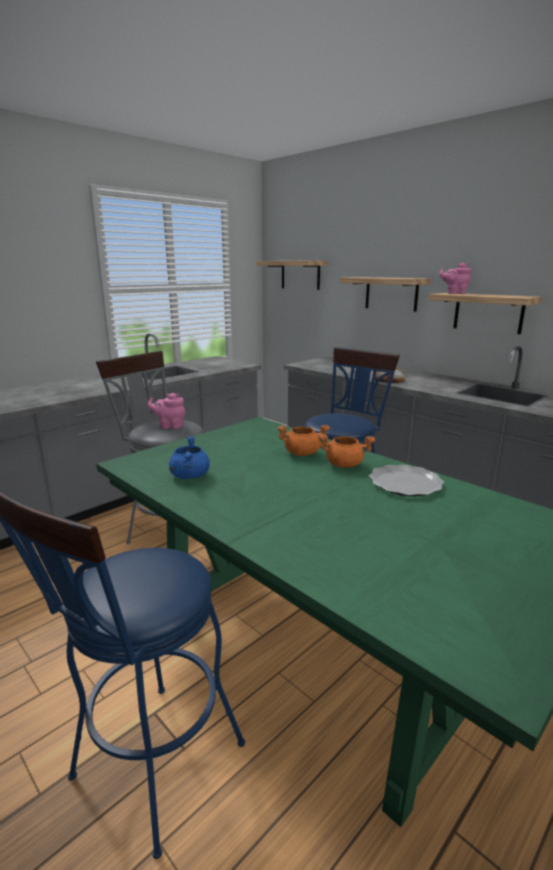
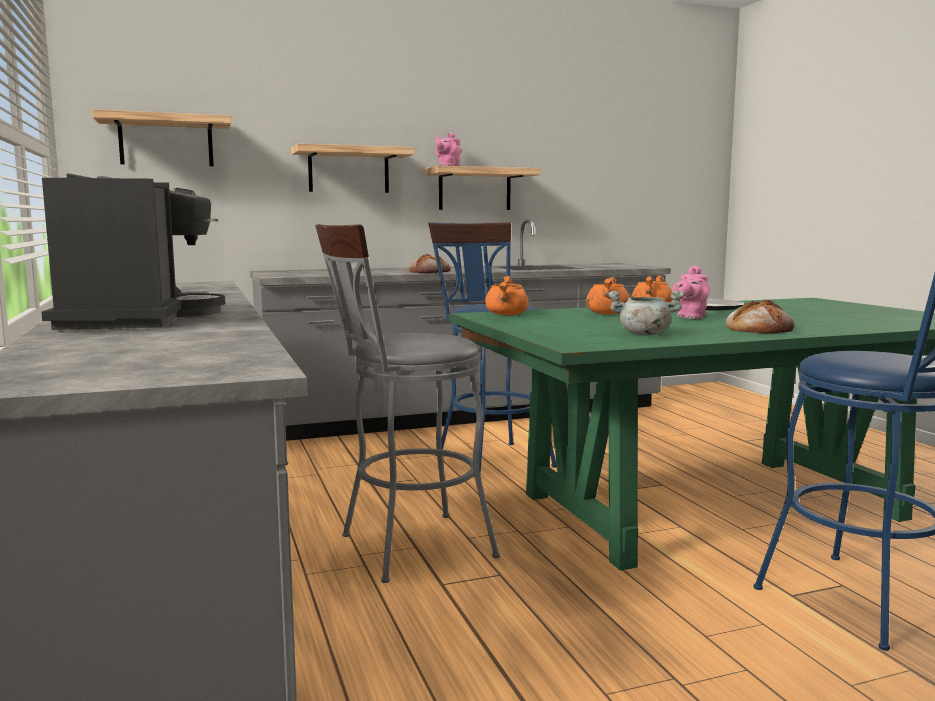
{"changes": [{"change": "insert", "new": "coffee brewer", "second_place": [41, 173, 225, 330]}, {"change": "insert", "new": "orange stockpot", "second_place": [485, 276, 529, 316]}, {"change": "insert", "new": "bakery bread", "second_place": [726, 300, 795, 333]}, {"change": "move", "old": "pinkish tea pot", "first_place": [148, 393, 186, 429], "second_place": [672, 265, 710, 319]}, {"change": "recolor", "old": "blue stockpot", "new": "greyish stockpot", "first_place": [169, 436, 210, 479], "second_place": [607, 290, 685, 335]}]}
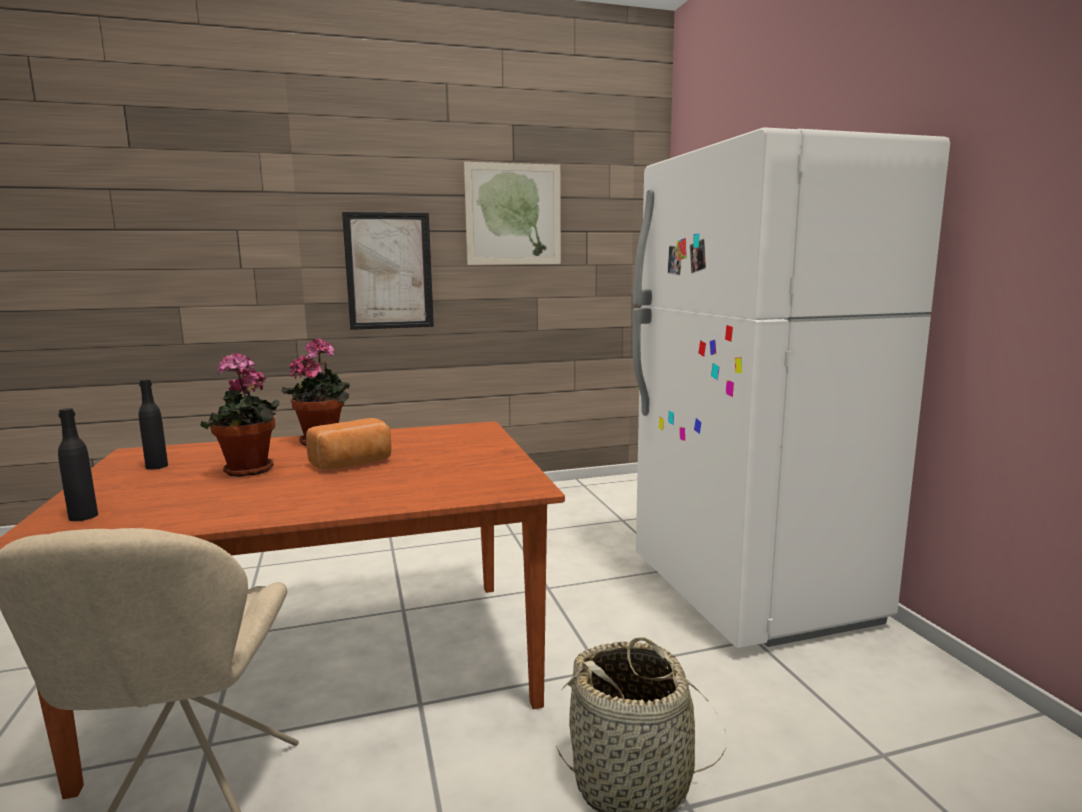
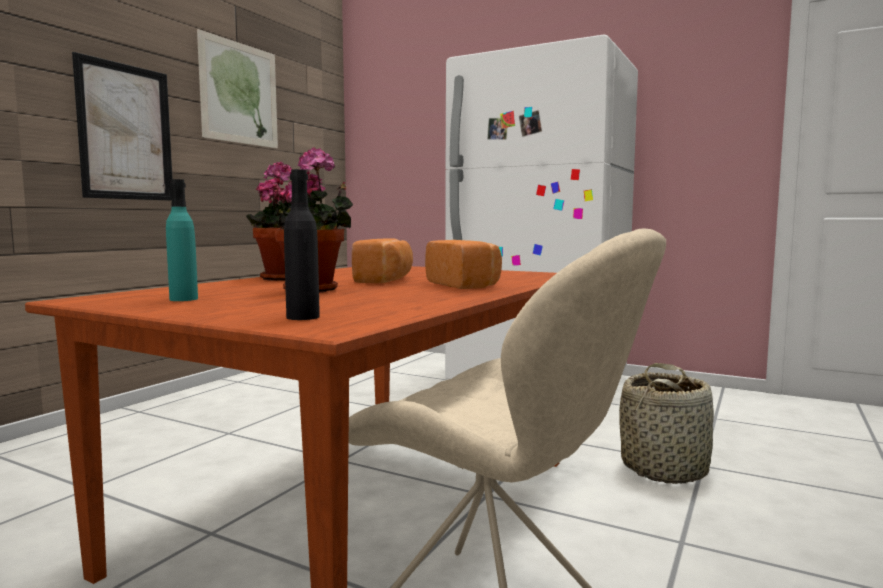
{"changes": [{"change": "insert", "new": "bakery bread", "second_place": [425, 240, 502, 289]}, {"change": "recolor", "old": "black-coloured drink bottle", "new": "turquoise drink bottle", "first_place": [139, 379, 168, 470], "second_place": [166, 179, 198, 301]}]}
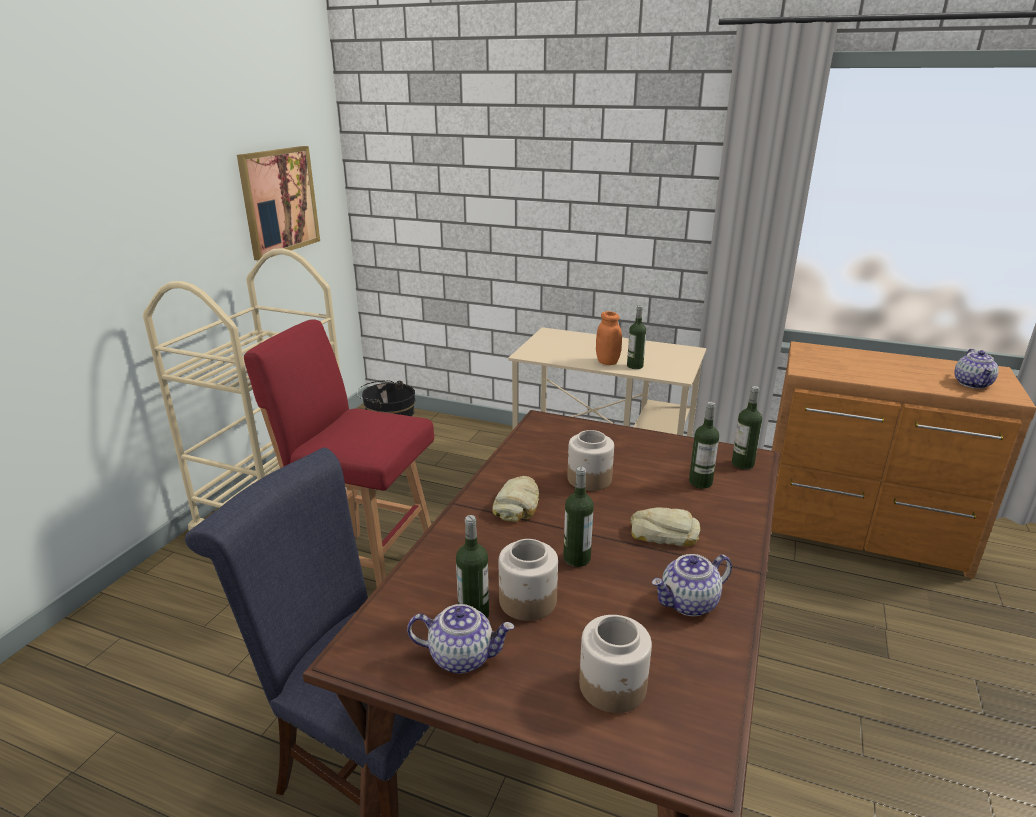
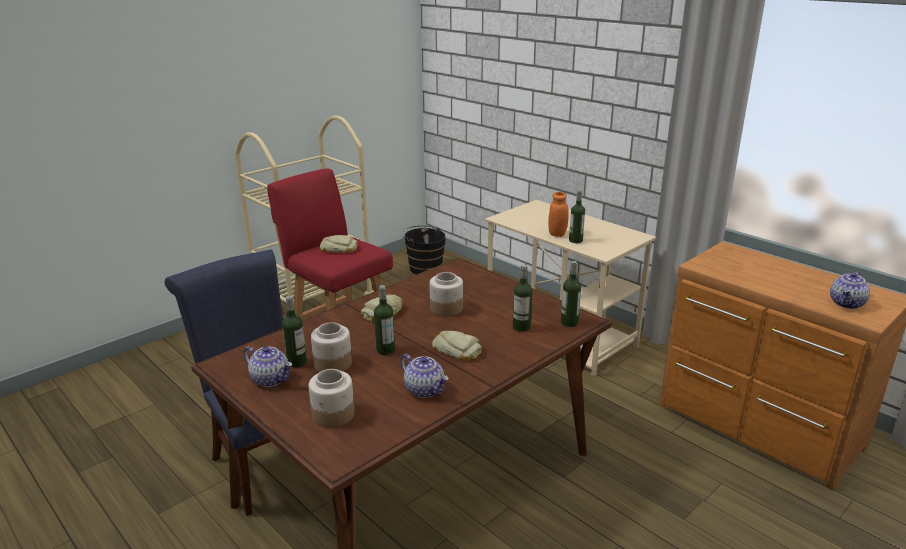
{"changes": [{"change": "delete", "old": "wall picture", "first_place": [237, 146, 320, 261]}, {"change": "insert", "new": "bakery bread", "second_place": [320, 235, 358, 253]}, {"change": "rotate", "old": "tea pot", "first_place": [651, 554, 732, 616], "second_place": [400, 354, 448, 398], "degrees": -135}]}
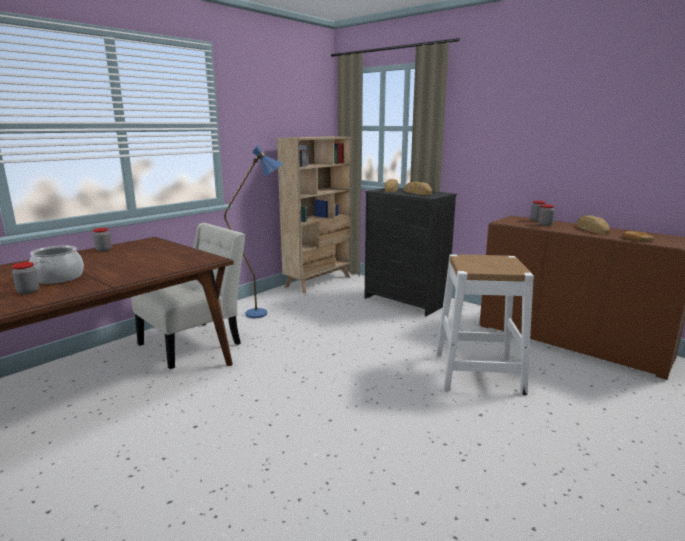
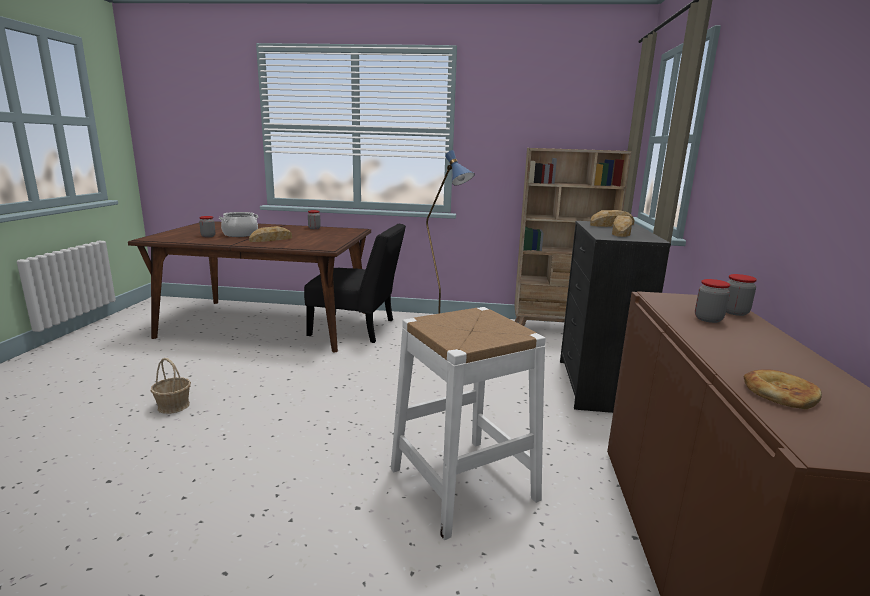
{"changes": [{"change": "insert", "new": "basket", "second_place": [151, 358, 191, 414]}, {"change": "move", "old": "bakery bread", "first_place": [577, 216, 610, 235], "second_place": [249, 226, 292, 242]}, {"change": "recolor", "old": "white plain chair", "new": "black-coloured plain chair", "first_place": [131, 223, 245, 369], "second_place": [304, 224, 406, 343]}]}
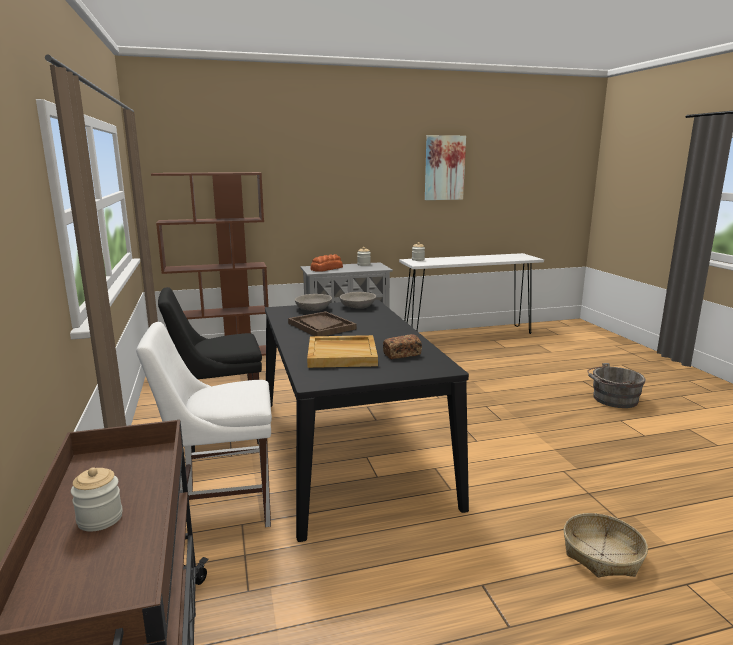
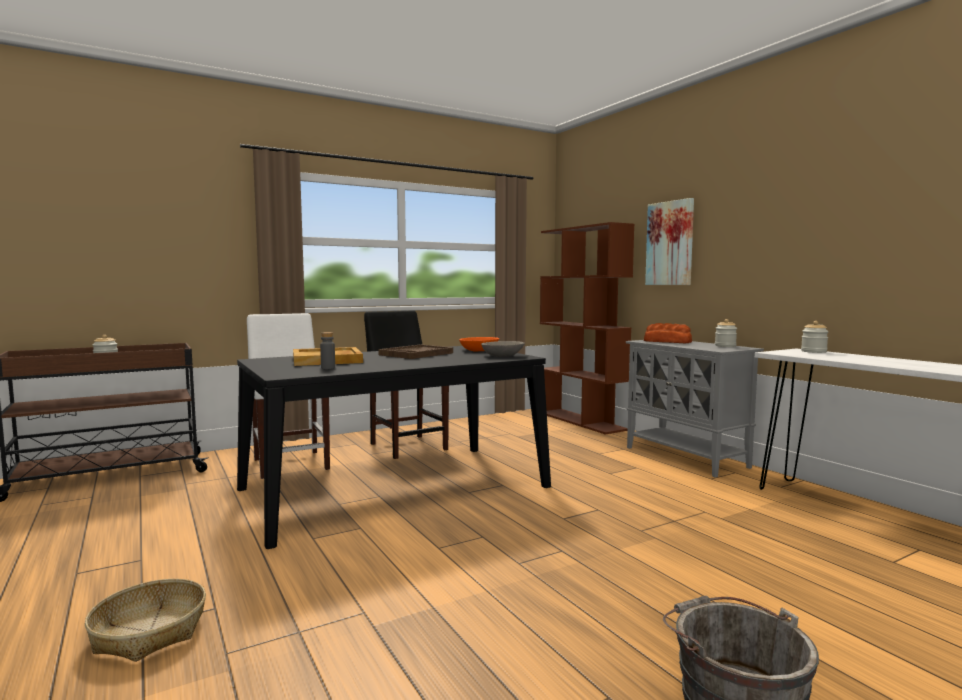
{"changes": [{"change": "move", "old": "wall picture", "first_place": [425, 135, 466, 200], "second_place": [645, 198, 694, 285]}, {"change": "replace", "old": "bakery bread", "new": "greyish drink bottle", "first_place": [383, 334, 422, 359], "second_place": [320, 332, 335, 369]}, {"change": "recolor", "old": "greyish serving bowl", "new": "orange serving bowl", "first_place": [295, 294, 332, 311], "second_place": [459, 337, 499, 351]}]}
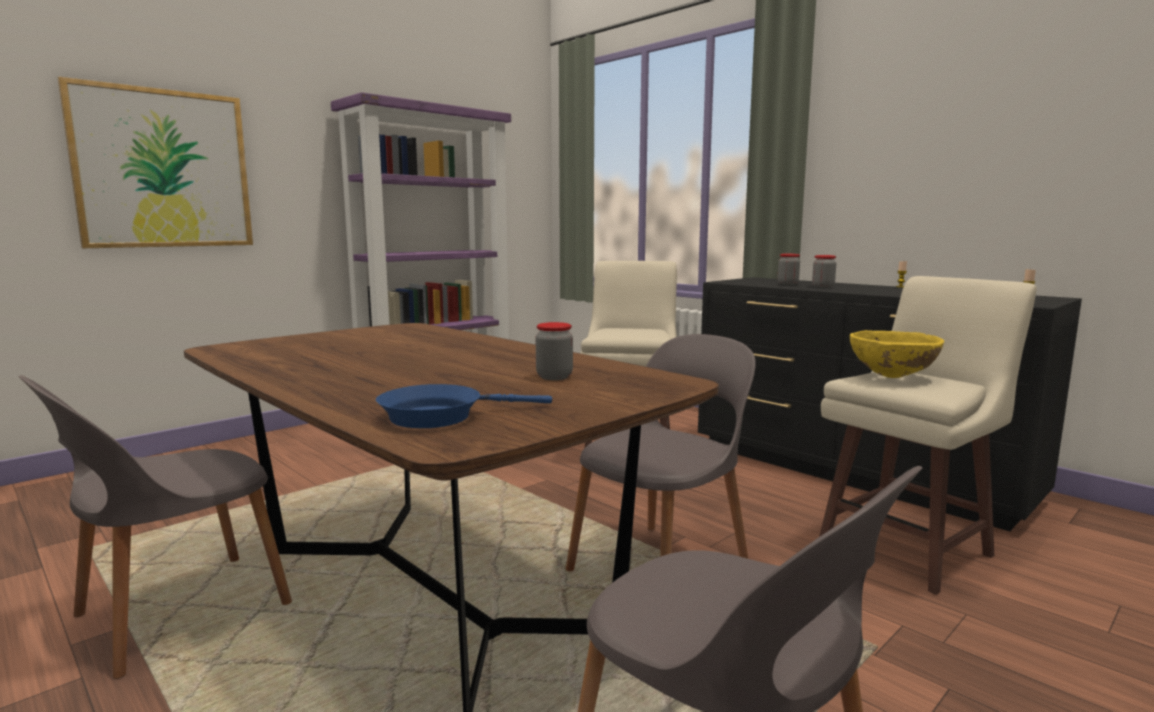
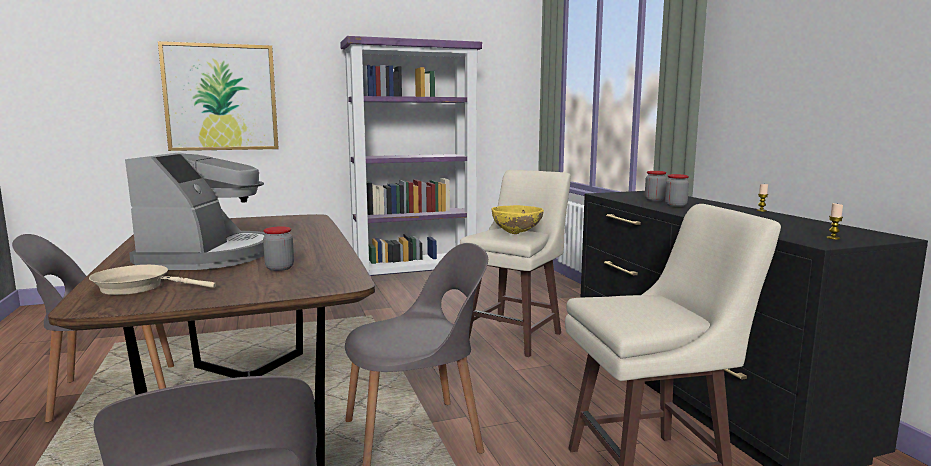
{"changes": [{"change": "insert", "new": "coffee brewer", "second_place": [125, 152, 266, 270]}, {"change": "move", "old": "yellow-coloured serving bowl", "first_place": [850, 330, 944, 378], "second_place": [491, 205, 544, 234]}, {"change": "recolor", "old": "blue skillet", "new": "beige-coloured skillet", "first_place": [376, 384, 552, 428], "second_place": [89, 265, 216, 295]}]}
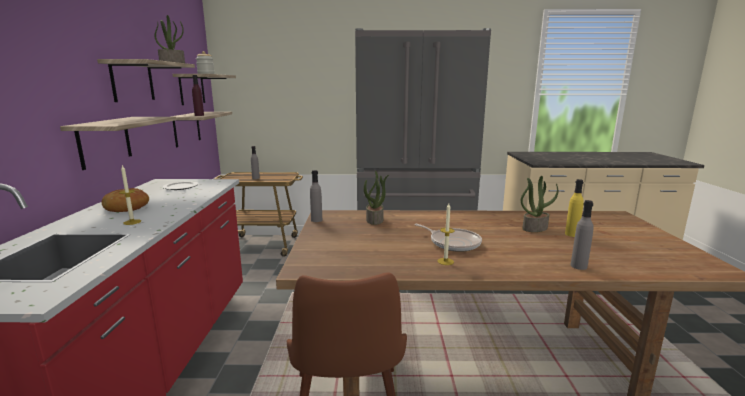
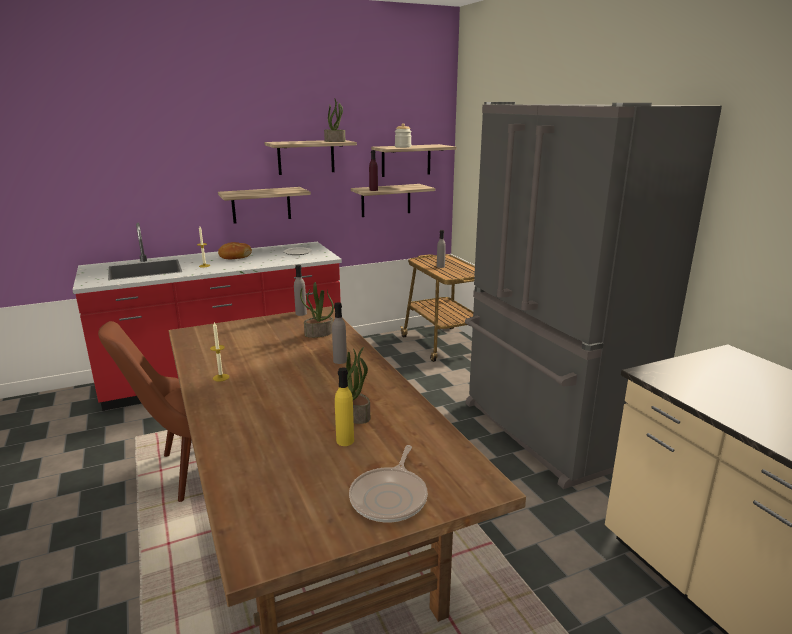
{"changes": [{"change": "move", "old": "skillet", "first_place": [414, 224, 482, 252], "second_place": [349, 445, 428, 522]}, {"change": "move", "old": "greyish drink bottle", "first_place": [571, 200, 594, 270], "second_place": [332, 302, 347, 364]}]}
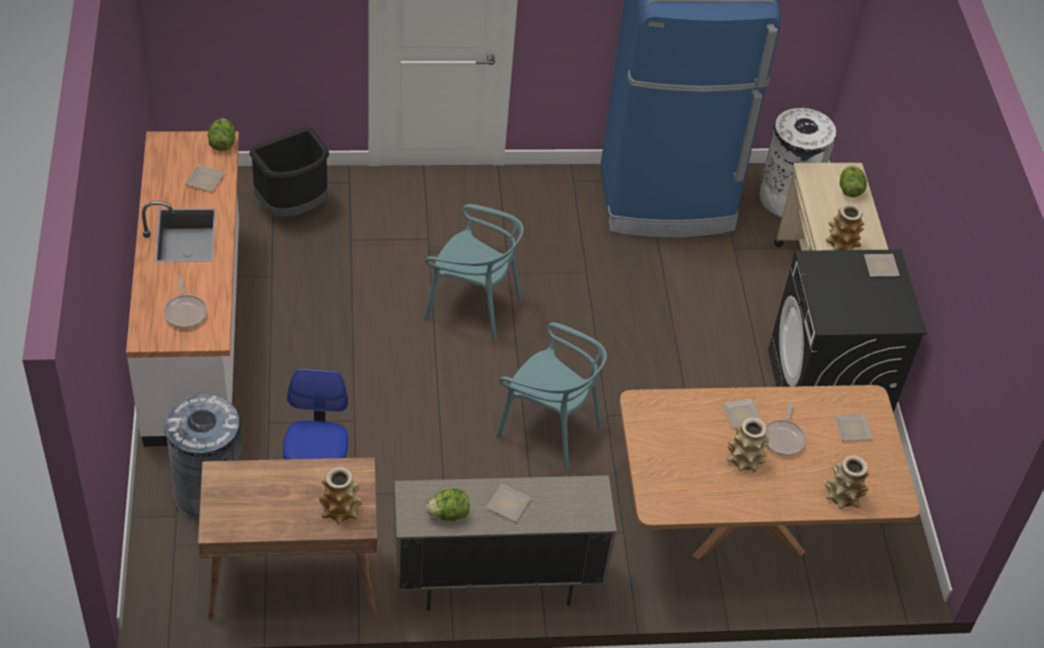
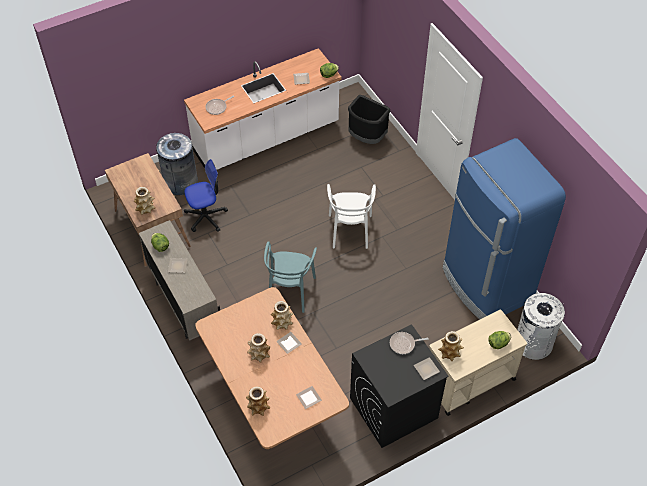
{"changes": [{"change": "insert", "new": "decorative vase", "second_place": [271, 301, 293, 330]}, {"change": "move", "old": "skillet", "first_place": [766, 402, 806, 456], "second_place": [390, 332, 429, 354]}, {"change": "recolor", "old": "turquoise plain chair", "new": "white plain chair", "first_place": [424, 204, 524, 340], "second_place": [327, 184, 376, 249]}]}
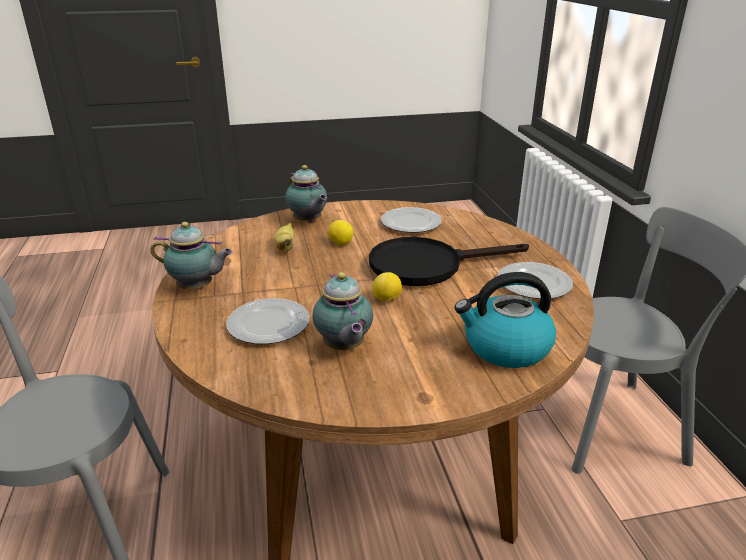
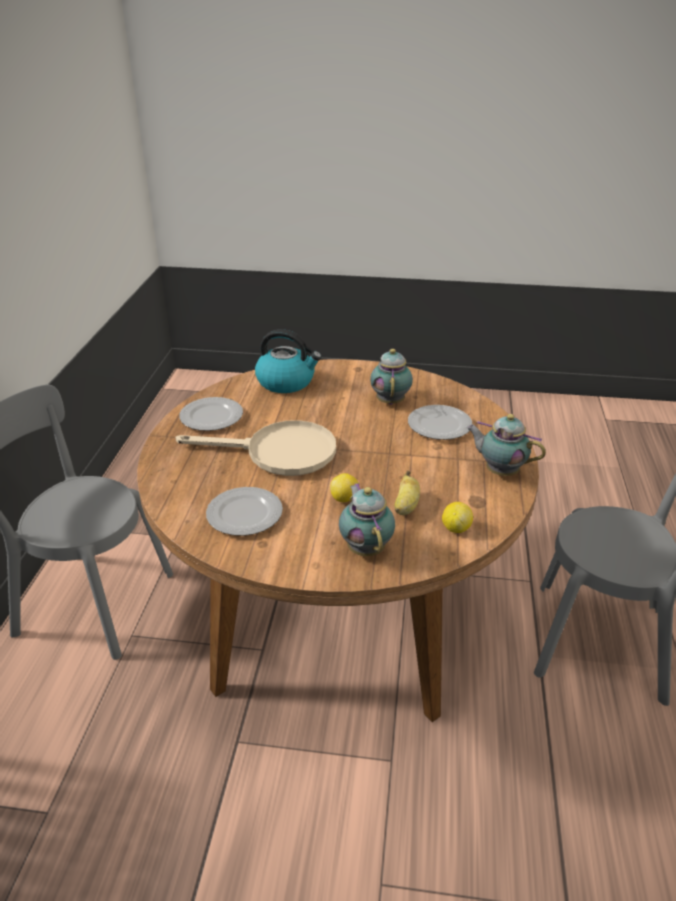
{"changes": [{"change": "move", "old": "lemon", "first_place": [372, 272, 402, 301], "second_place": [442, 502, 473, 533]}, {"change": "recolor", "old": "black-coloured skillet", "new": "beige-coloured skillet", "first_place": [369, 237, 529, 286], "second_place": [176, 420, 336, 476]}]}
